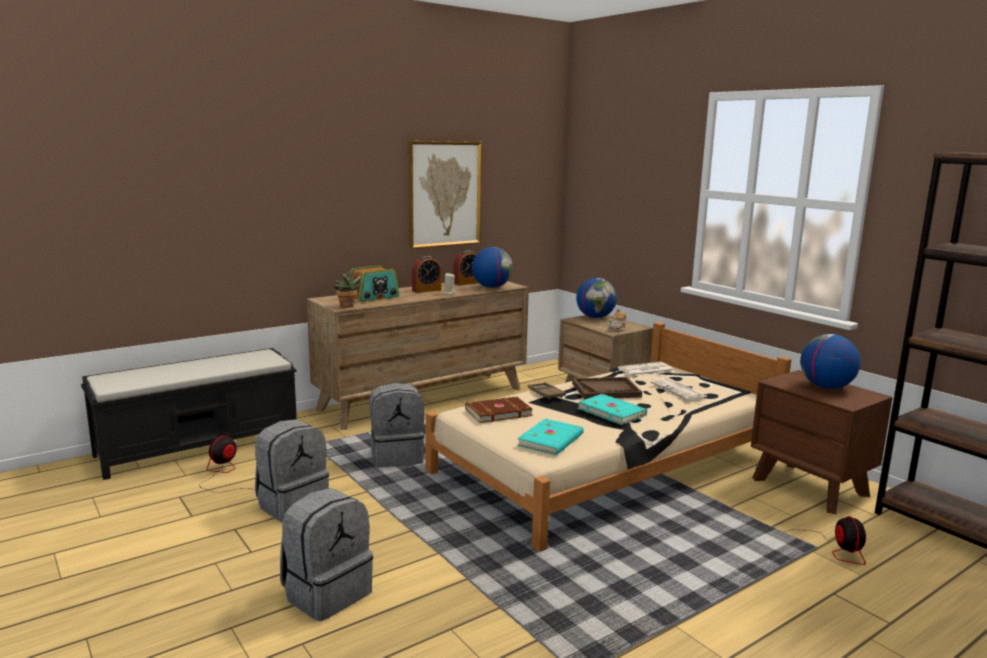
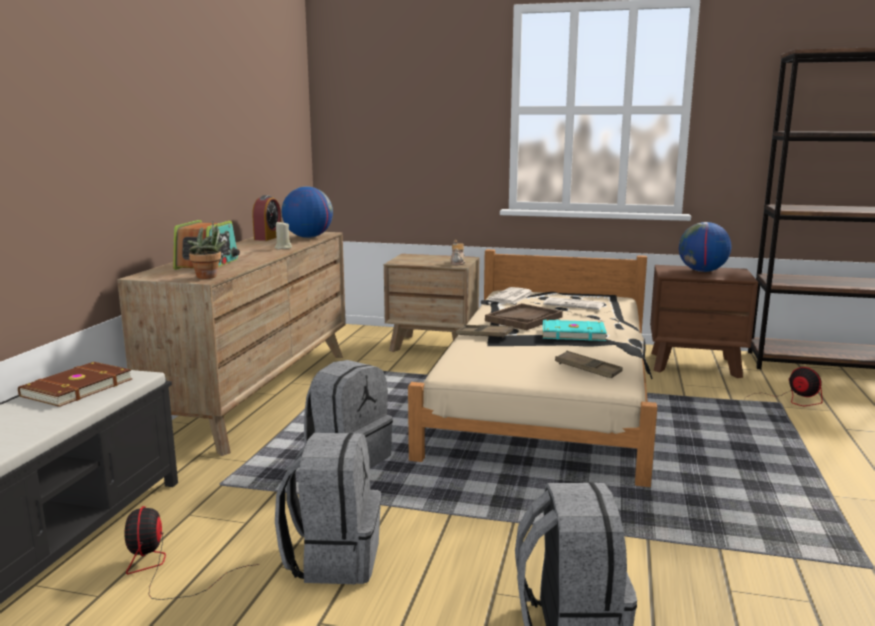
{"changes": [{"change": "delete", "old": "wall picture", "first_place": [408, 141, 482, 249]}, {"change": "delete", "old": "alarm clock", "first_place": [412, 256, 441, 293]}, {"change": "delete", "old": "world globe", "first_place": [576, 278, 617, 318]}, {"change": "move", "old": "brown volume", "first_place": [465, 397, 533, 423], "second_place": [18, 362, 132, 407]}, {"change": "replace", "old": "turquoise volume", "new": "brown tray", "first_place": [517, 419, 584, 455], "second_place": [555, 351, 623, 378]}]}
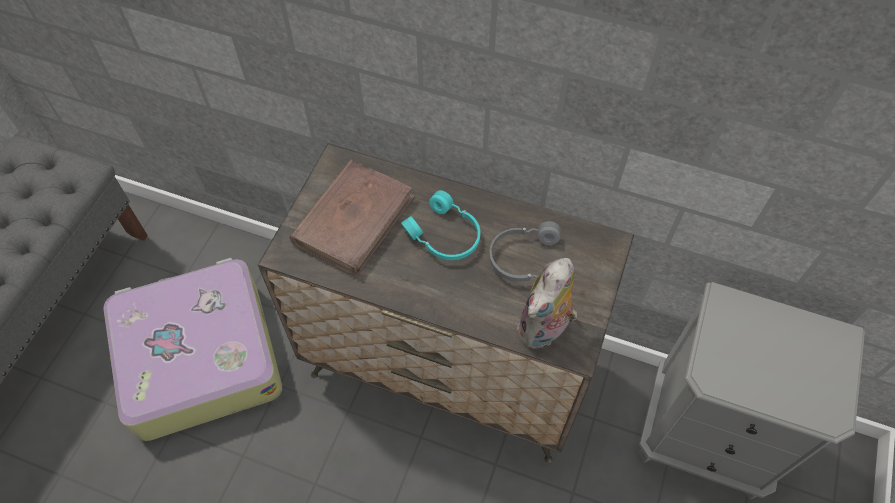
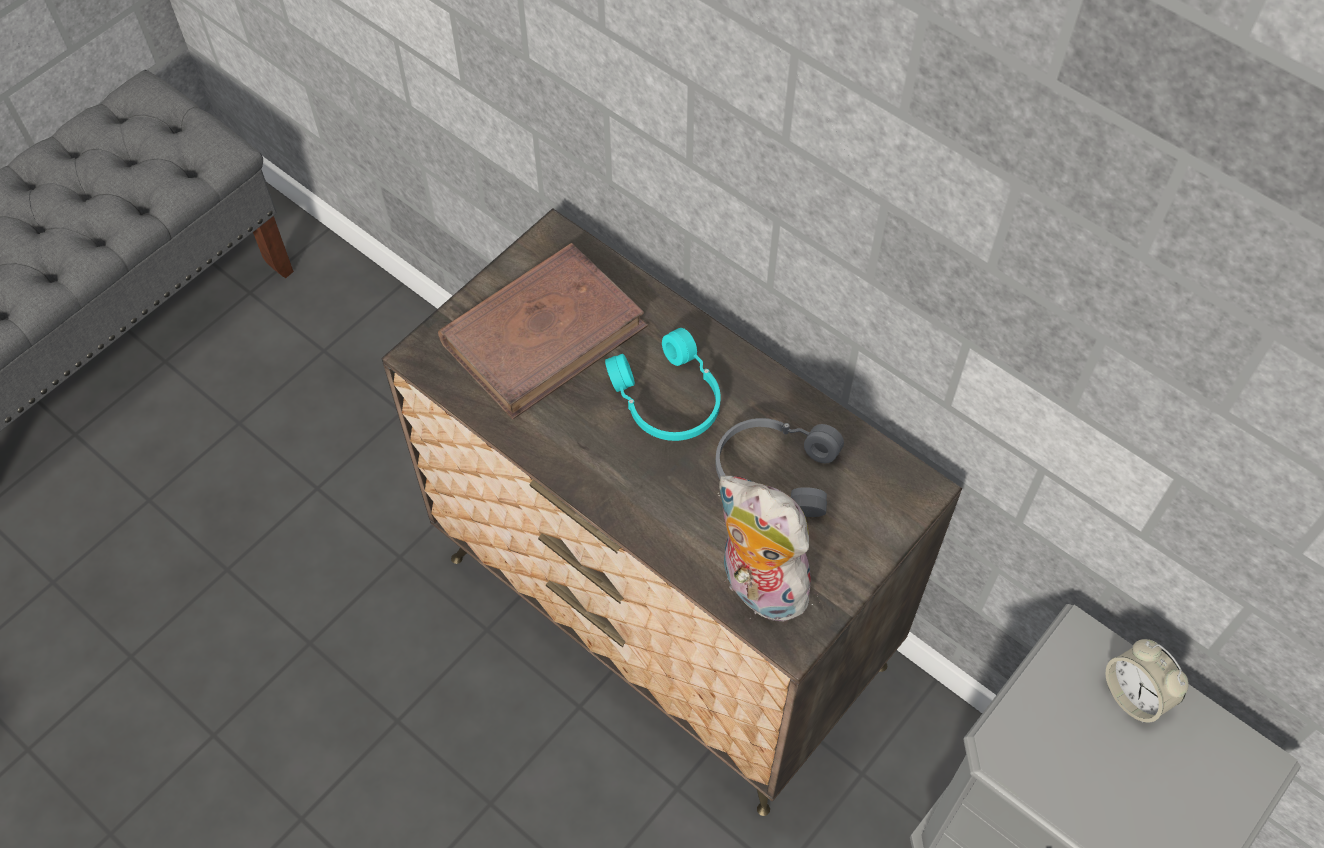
{"changes": [{"change": "delete", "old": "suitcase", "first_place": [104, 258, 282, 441]}, {"change": "insert", "new": "alarm clock", "second_place": [1106, 639, 1189, 722]}, {"change": "rotate", "old": "cuddly toy", "first_place": [517, 258, 578, 349], "second_place": [718, 475, 818, 622], "degrees": 75}]}
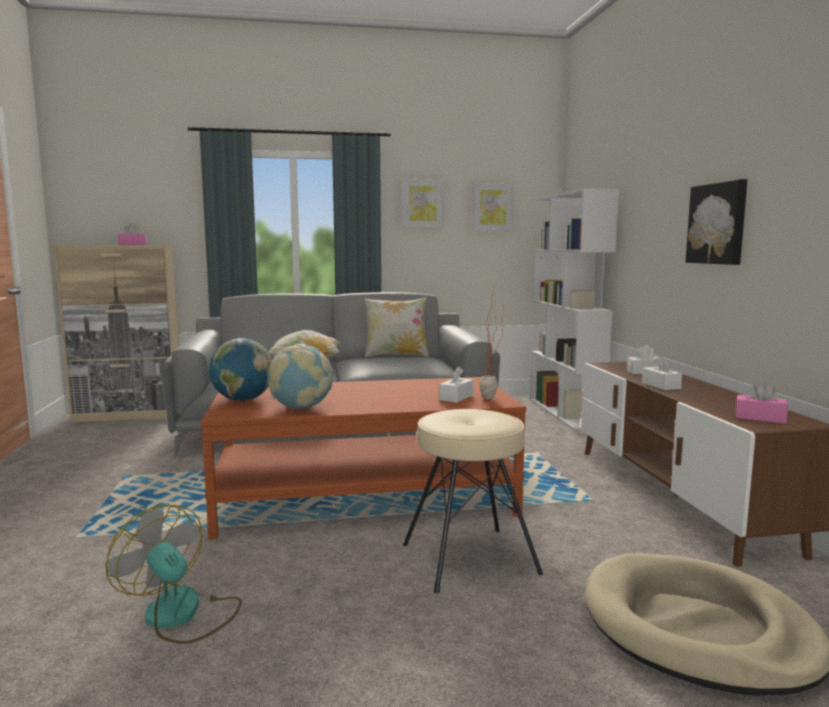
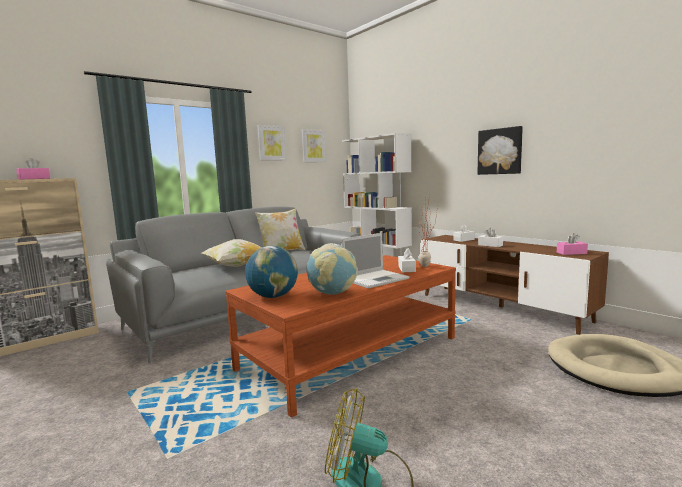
{"changes": [{"change": "delete", "old": "beige-coloured stool", "first_place": [403, 409, 543, 594]}, {"change": "insert", "new": "notebook computer", "second_place": [341, 233, 409, 289]}]}
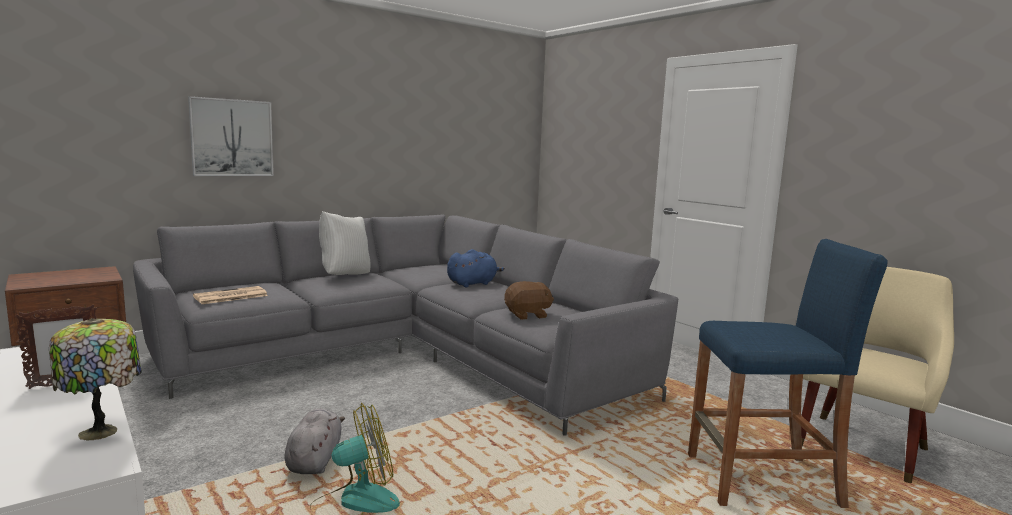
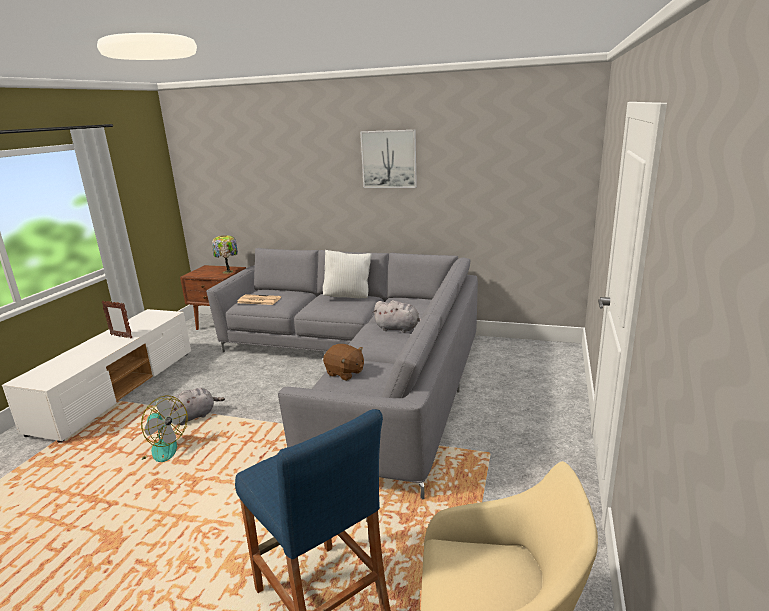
{"changes": [{"change": "move", "old": "tabletop lamp", "first_place": [49, 318, 142, 440], "second_place": [212, 235, 238, 274]}, {"change": "move", "old": "wall picture", "first_place": [188, 96, 274, 176], "second_place": [360, 130, 417, 188]}, {"change": "recolor", "old": "blue cuddly toy", "new": "greyish cuddly toy", "first_place": [447, 249, 505, 287], "second_place": [373, 300, 421, 333]}]}
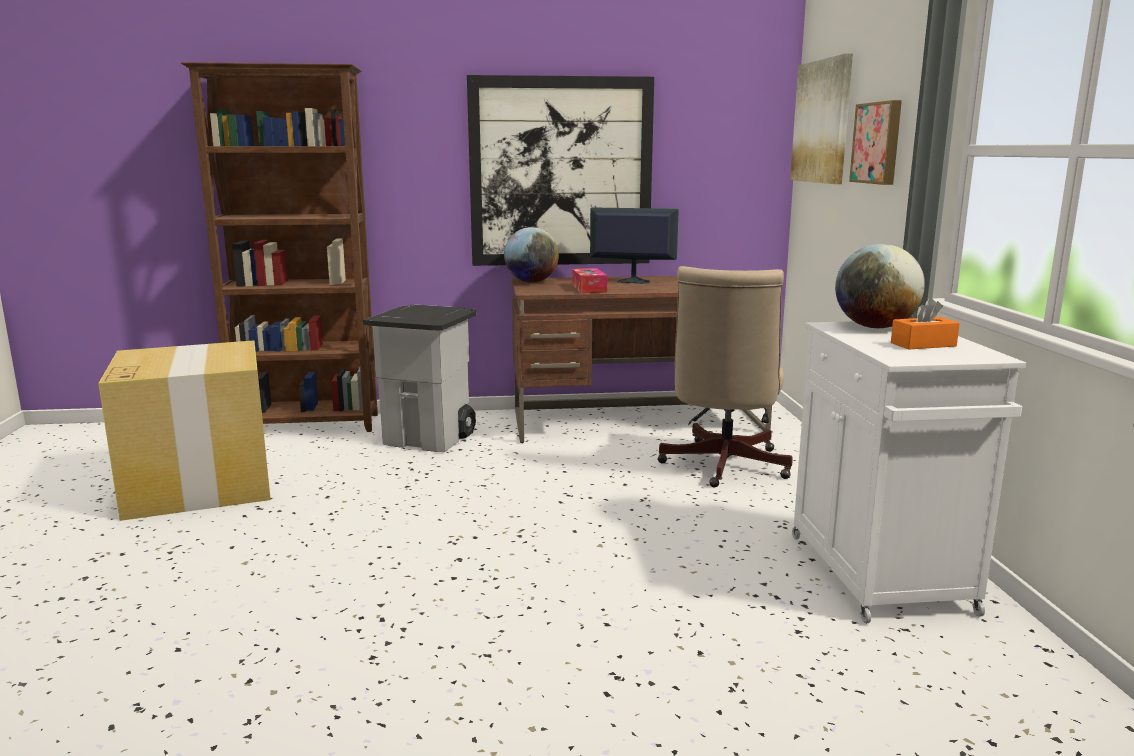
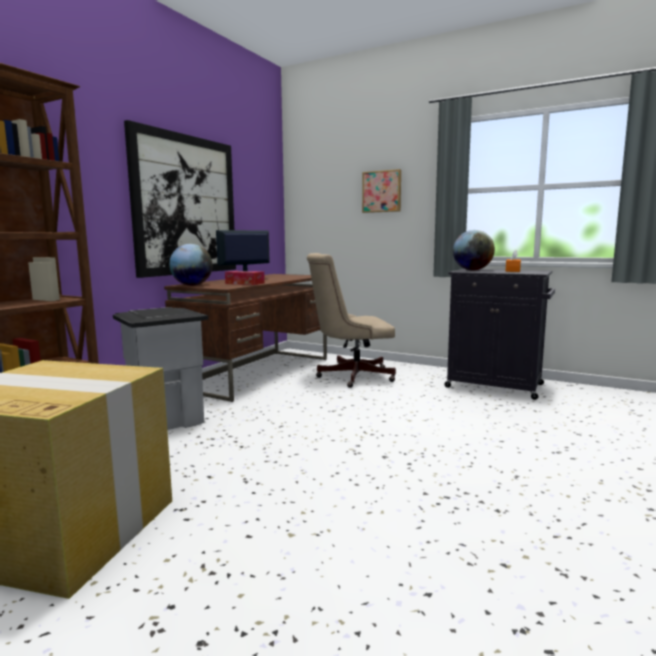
{"changes": [{"change": "delete", "old": "wall picture", "first_place": [790, 53, 853, 184]}, {"change": "recolor", "old": "white storage cabinet", "new": "black-coloured storage cabinet", "first_place": [792, 321, 1026, 623], "second_place": [444, 269, 555, 400]}, {"change": "rotate", "old": "beige-coloured computer chair", "first_place": [657, 266, 793, 487], "second_place": [307, 253, 396, 388], "degrees": 120}]}
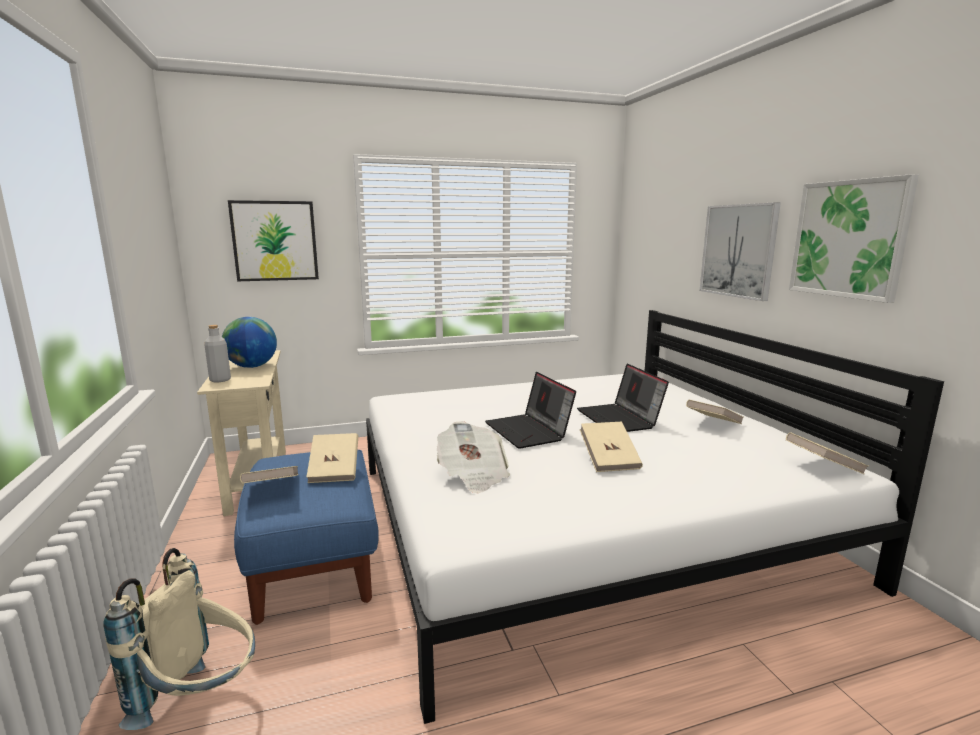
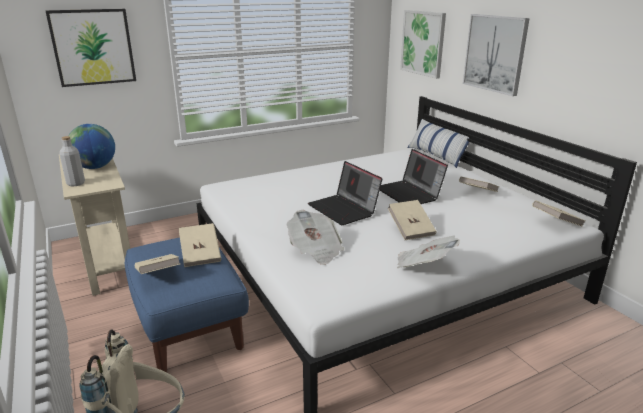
{"changes": [{"change": "insert", "new": "daily paper", "second_place": [397, 236, 460, 268]}, {"change": "insert", "new": "pillow", "second_place": [407, 119, 469, 168]}, {"change": "move", "old": "wall picture", "first_place": [789, 174, 919, 303], "second_place": [400, 10, 446, 79]}]}
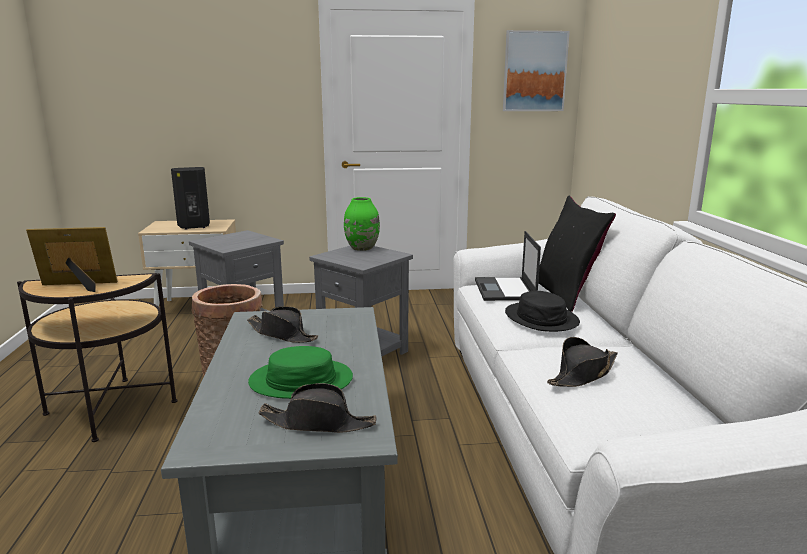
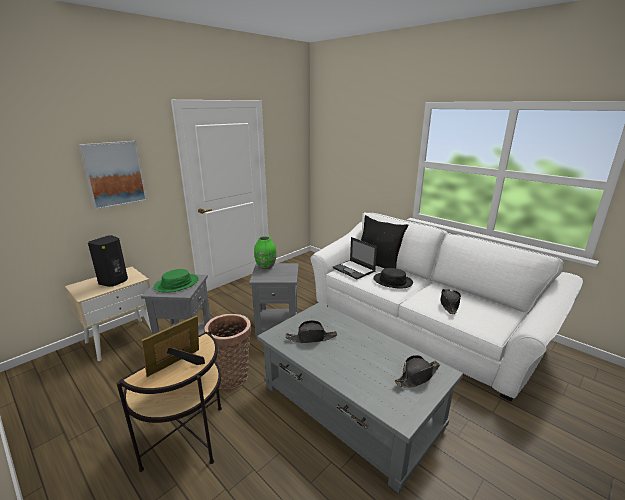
{"changes": [{"change": "move", "old": "greenish clothing hat", "first_place": [248, 346, 353, 399], "second_place": [154, 269, 199, 293]}, {"change": "move", "old": "wall picture", "first_place": [503, 30, 570, 111], "second_place": [79, 141, 147, 209]}]}
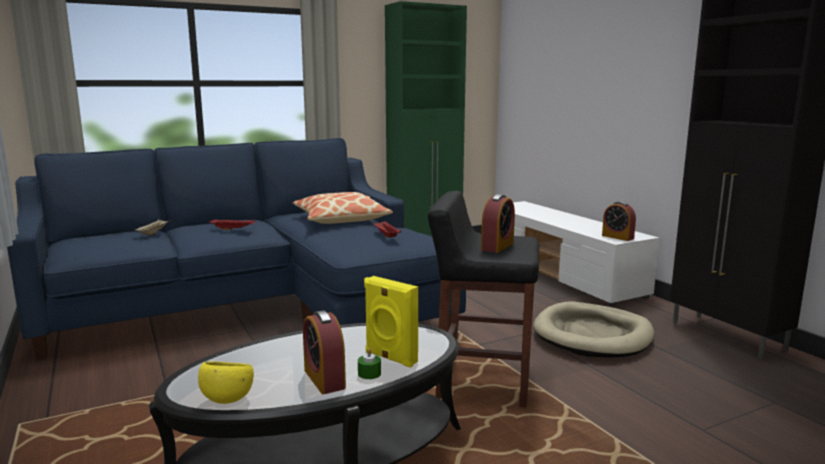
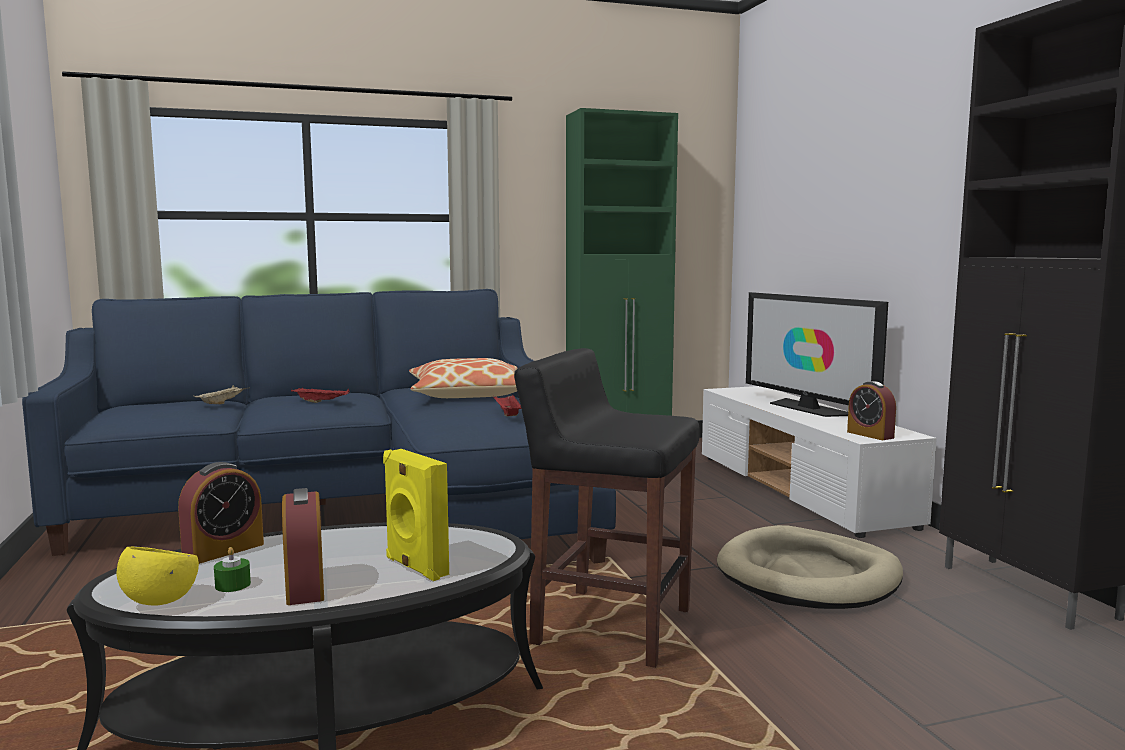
{"changes": [{"change": "insert", "new": "TV set", "second_place": [746, 292, 888, 417]}, {"change": "move", "old": "greenish candle", "first_place": [358, 348, 381, 379], "second_place": [214, 547, 251, 592]}, {"change": "move", "old": "alarm clock", "first_place": [481, 194, 515, 253], "second_place": [178, 462, 264, 564]}]}
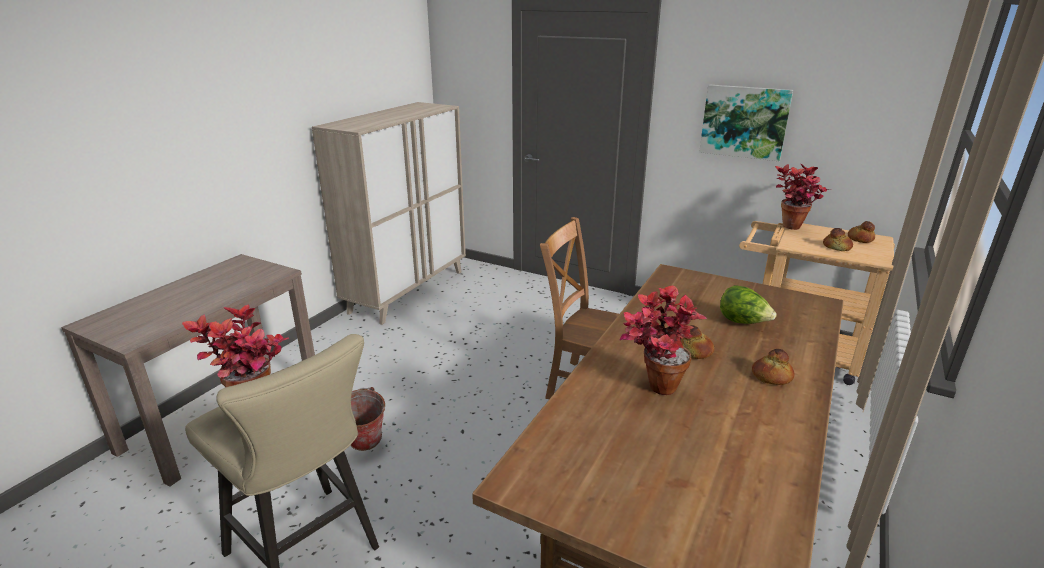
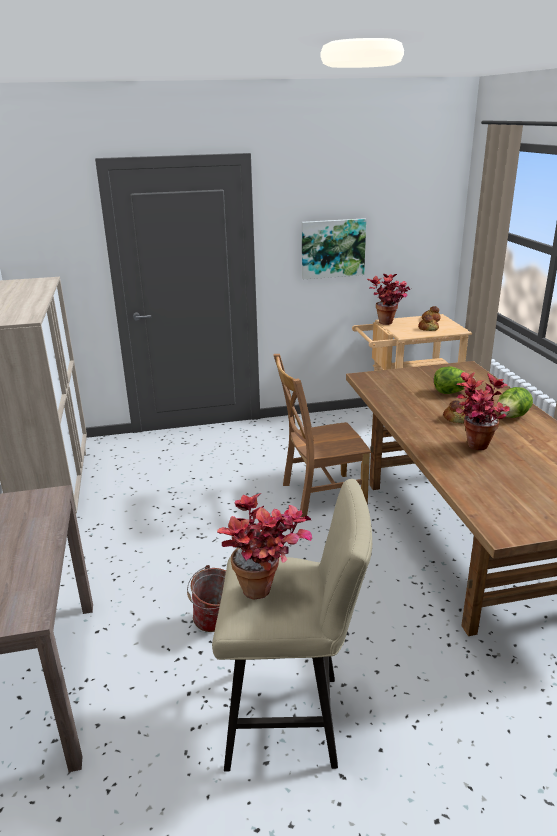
{"changes": [{"change": "replace", "old": "bakery bread", "new": "lettuce head", "first_place": [752, 349, 795, 385], "second_place": [498, 387, 533, 418]}]}
